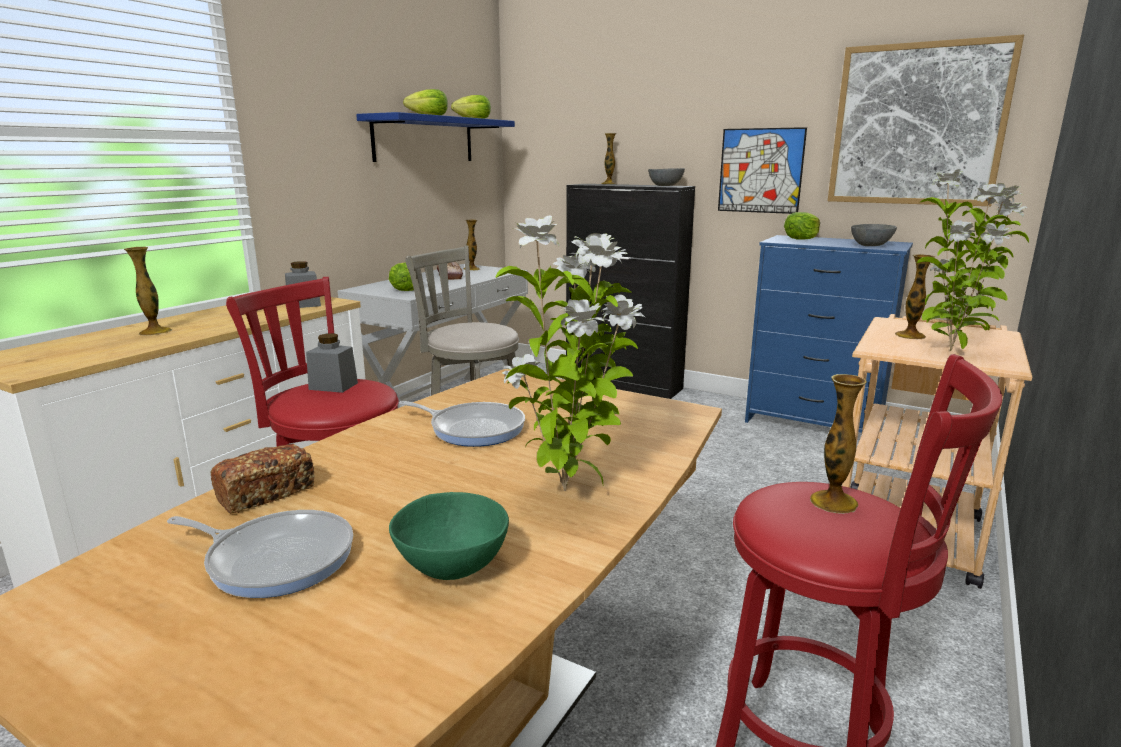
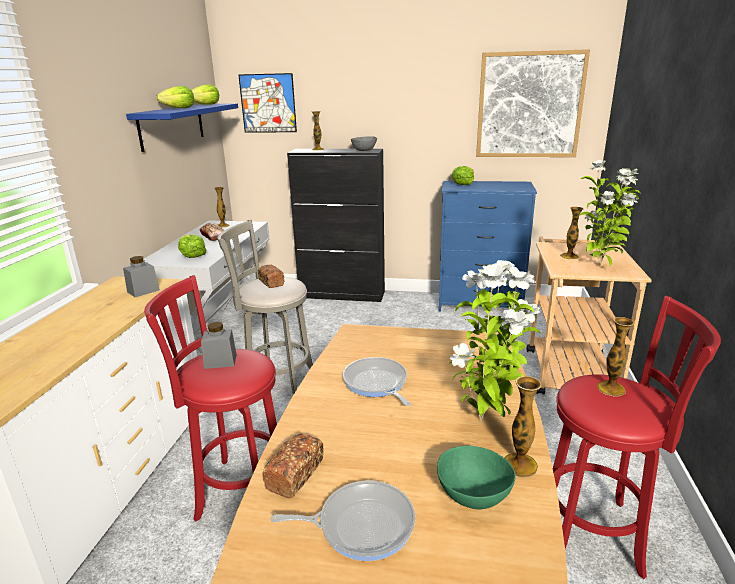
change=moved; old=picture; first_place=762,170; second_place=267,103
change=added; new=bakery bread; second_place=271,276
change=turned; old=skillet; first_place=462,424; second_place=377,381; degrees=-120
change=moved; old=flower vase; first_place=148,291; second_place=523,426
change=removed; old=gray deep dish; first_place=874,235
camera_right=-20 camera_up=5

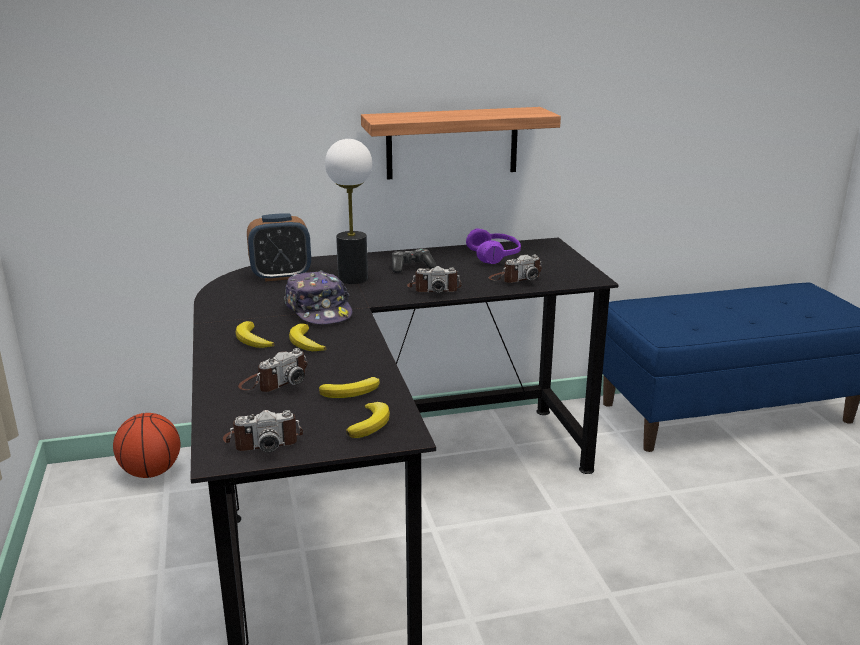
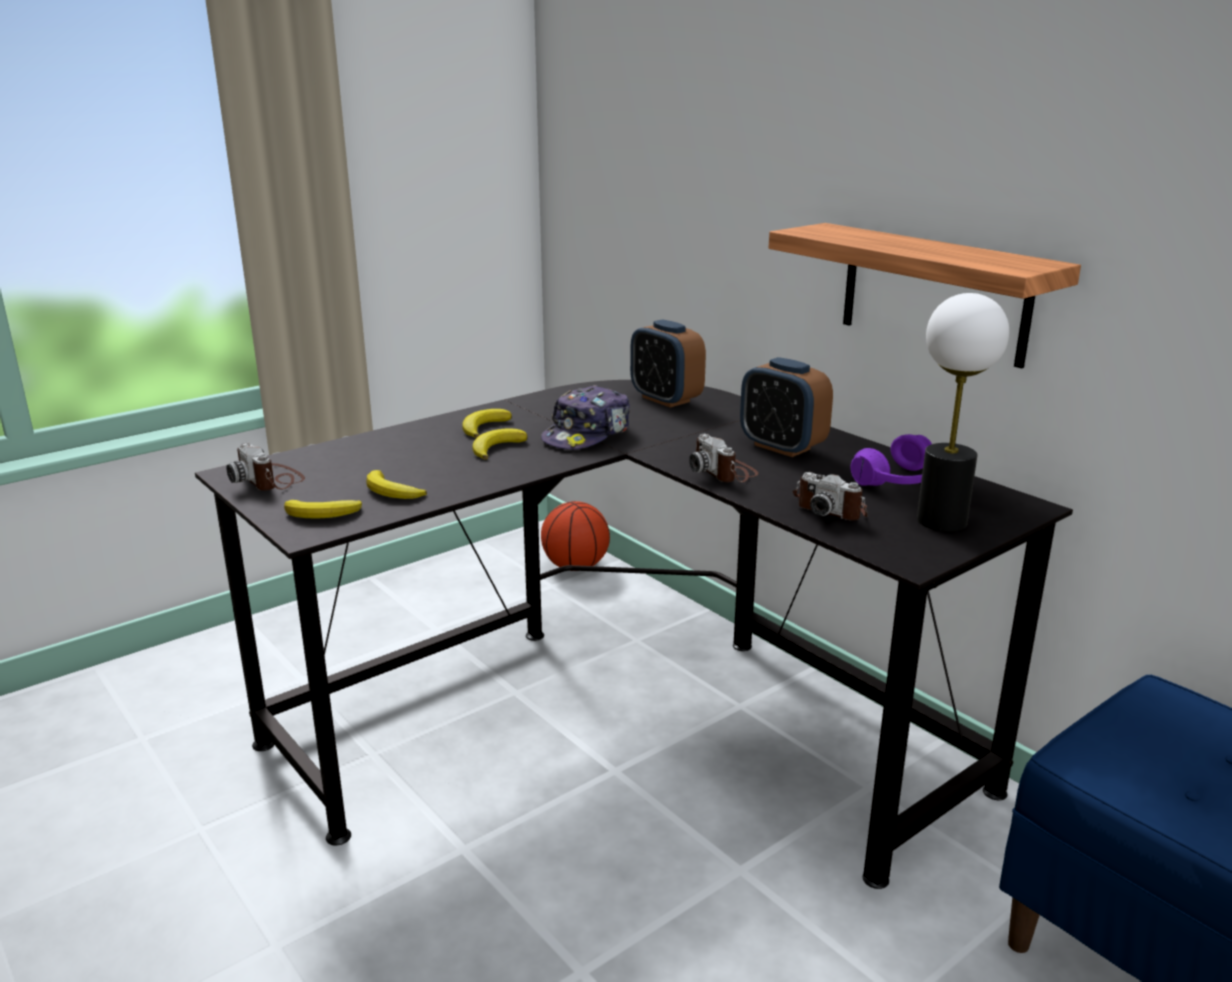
change=replaced; old=joypad; new=table clock; first_place=414,260; second_place=786,407
change=moved; old=tabletop lamp; first_place=348,211; second_place=963,412
change=removed; old=photo camera; first_place=273,370
camera_right=65 camera_up=0

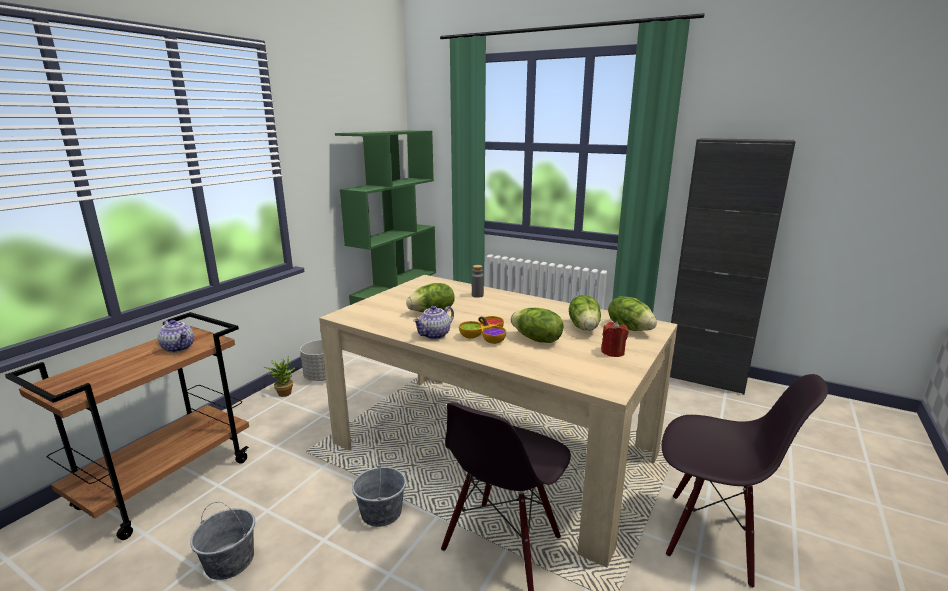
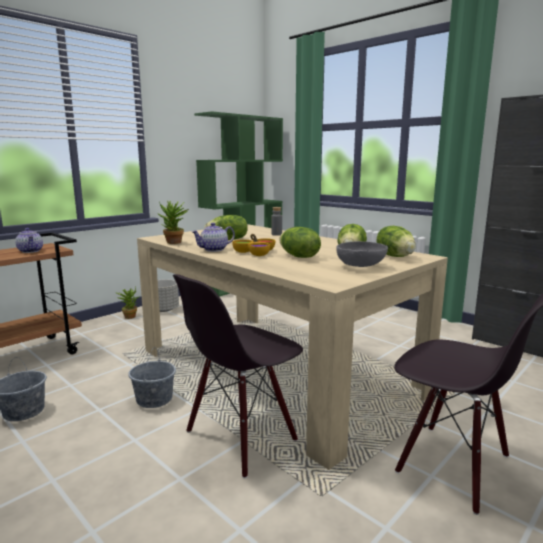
change=added; new=houseplant; second_place=173,222
change=replaced; old=reddish wax candle; new=gray deep dish; first_place=614,339; second_place=362,254
camera_right=15 camera_up=-5

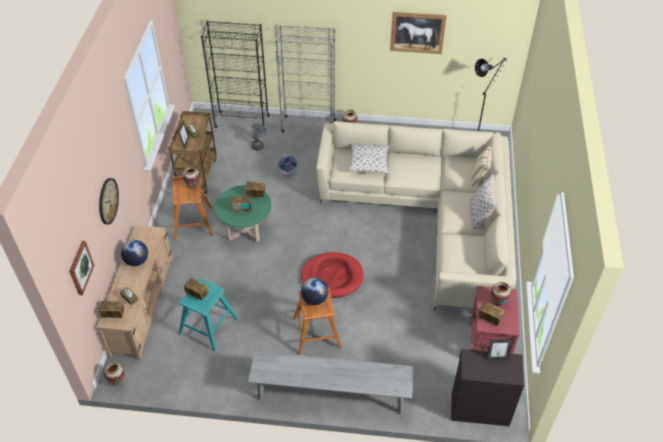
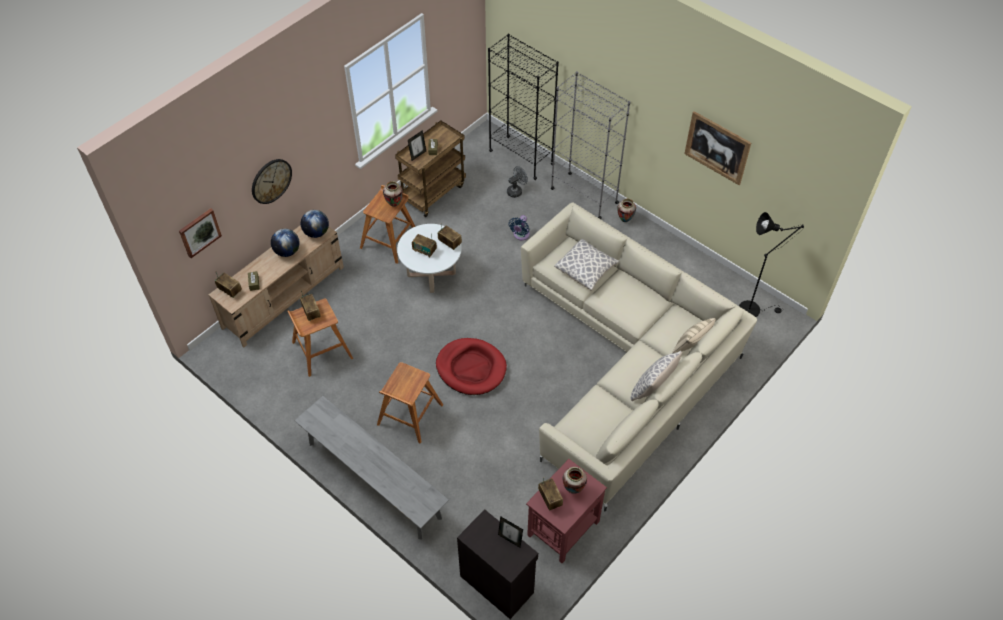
change=recoloured; old=turquoise-coloured stool; new=brown stool; first_place=208,315; second_place=320,338
change=moved; old=globe; first_place=314,291; second_place=315,224
change=recoloured; old=green lounge table; new=white-coloured lounge table; first_place=243,214; second_place=429,258
change=removed; old=flower vase; first_place=114,373
camera_right=35 camera_up=5

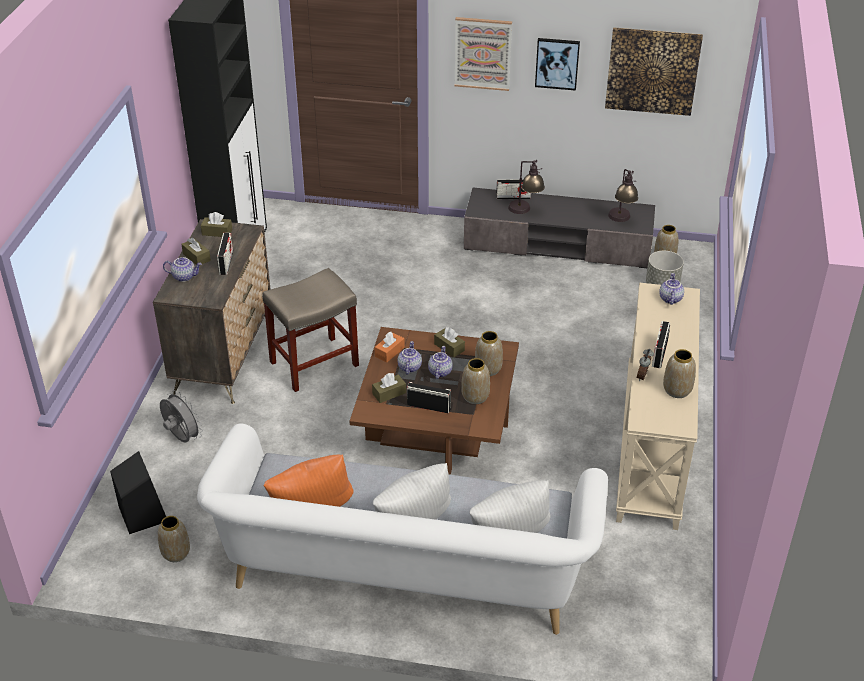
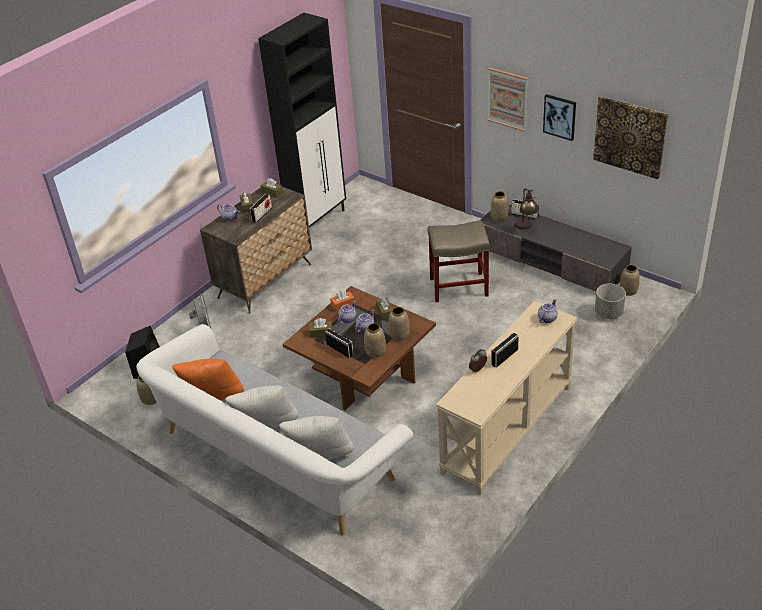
change=moved; old=sand-coloured stool; first_place=310,330; second_place=459,261
change=moved; old=flower vase; first_place=679,373; second_place=499,206
change=removed; old=tabletop lamp; first_place=623,195
camera_right=30 camera_up=0

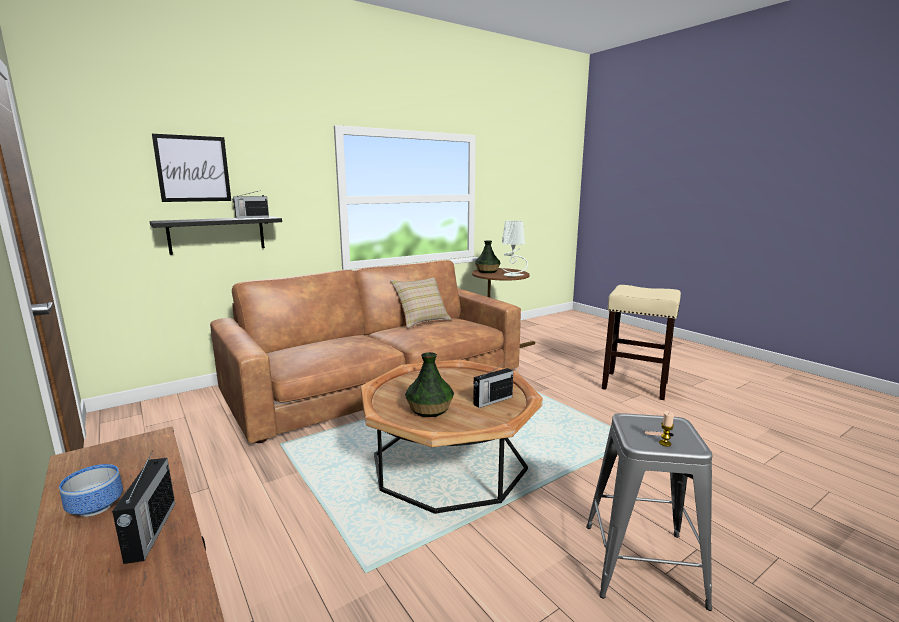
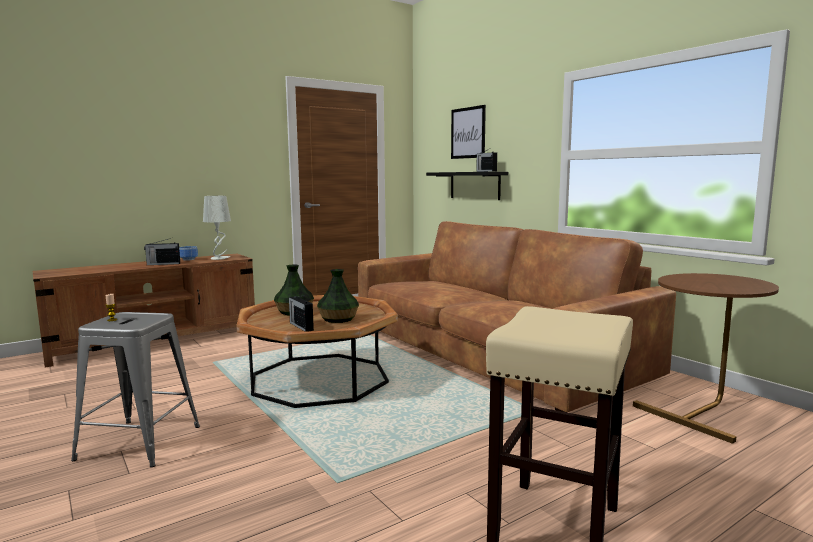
change=moved; old=white-coloured tabletop lamp; first_place=515,249; second_place=217,228
change=moved; old=flower vase; first_place=487,257; second_place=338,296
change=removed; old=sand-coloured cushion; first_place=421,302
camera_right=90 camera_up=-5

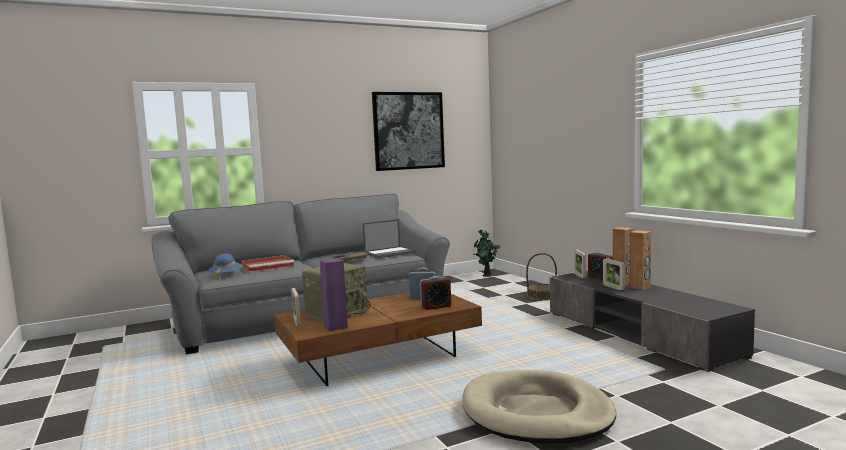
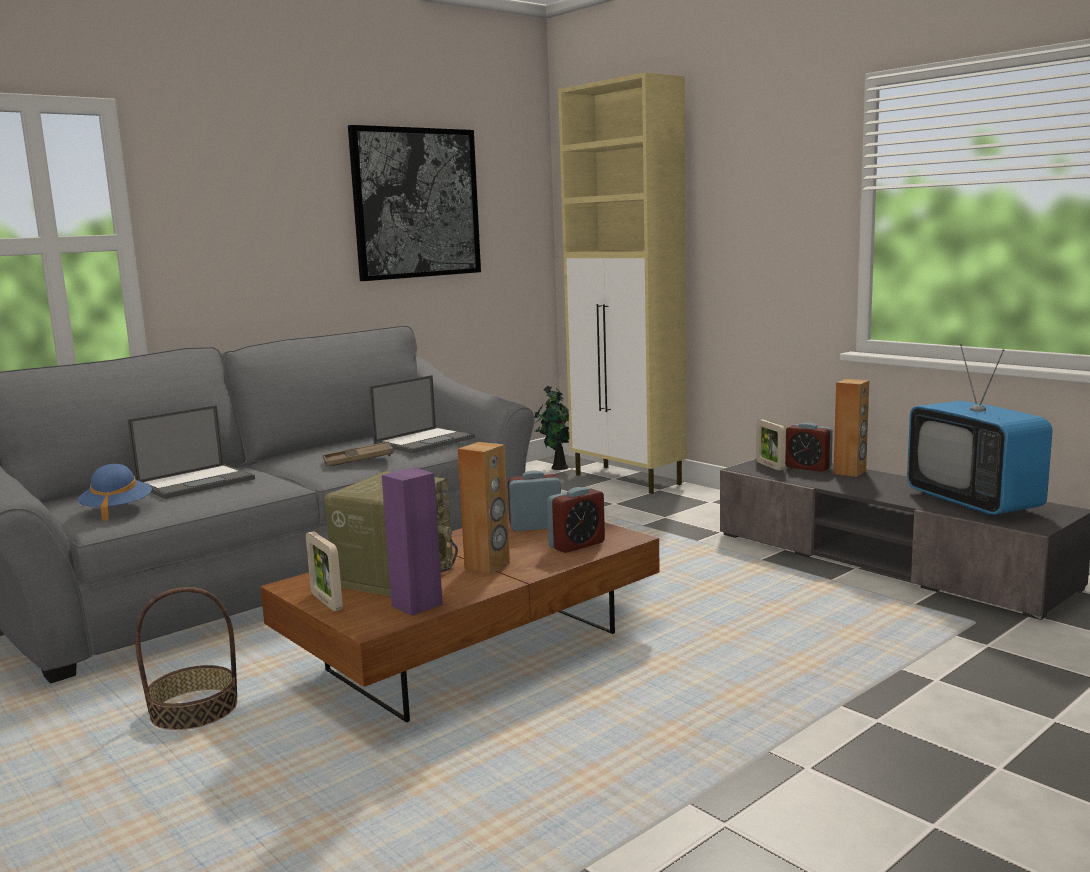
change=replaced; old=reddish tray; new=laptop; first_place=268,263; second_place=191,452
change=moved; old=storage basket; first_place=541,277; second_place=186,658
change=moved; old=brown speaker; first_place=640,260; second_place=484,508
change=added; new=sand-coloured storage cabinet; second_place=622,283
change=added; new=TV set; second_place=980,430
change=removed; old=sand-coloured pet bed; first_place=539,407
change=removed; old=standing frame; first_place=614,274
camera_right=-15 camera_up=5

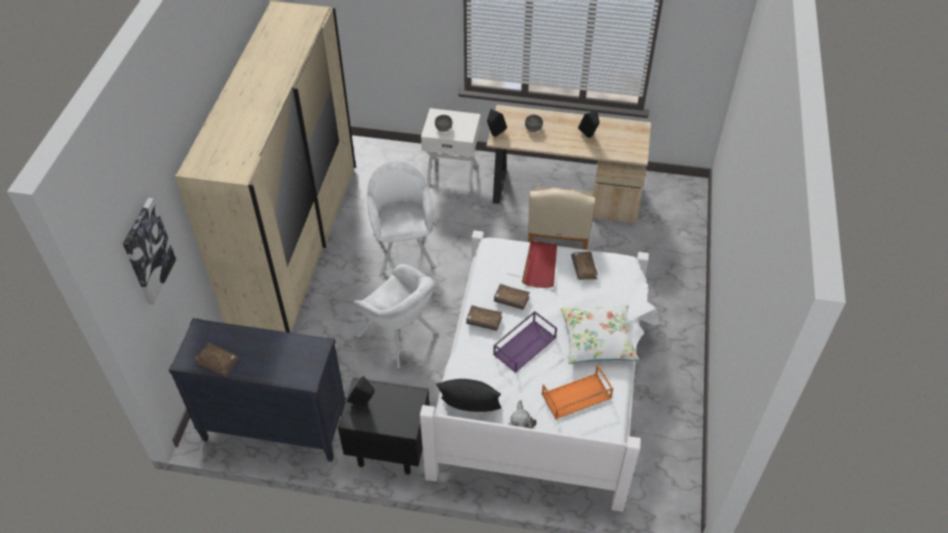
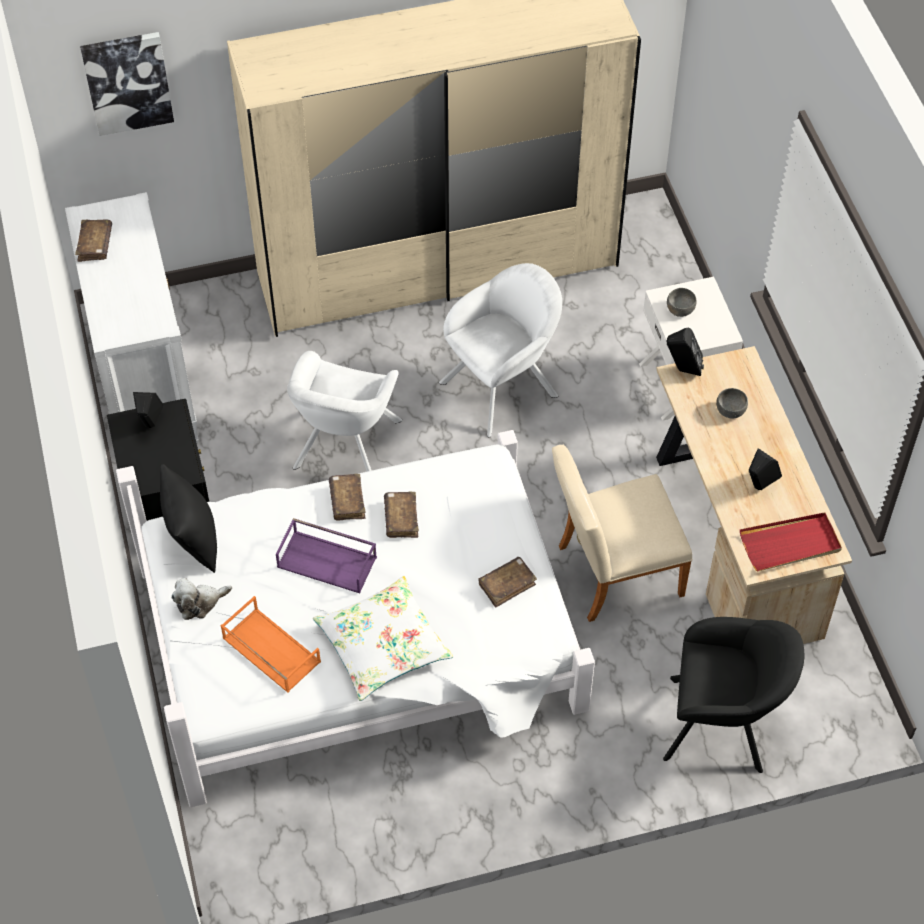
change=recoloured; old=black chest of drawers; new=white-coloured chest of drawers; first_place=257,390; second_place=132,318
change=added; new=black lounge chair; second_place=733,695
change=moved; old=reddish tray; first_place=539,264; second_place=791,542
camera_right=65 camera_up=5

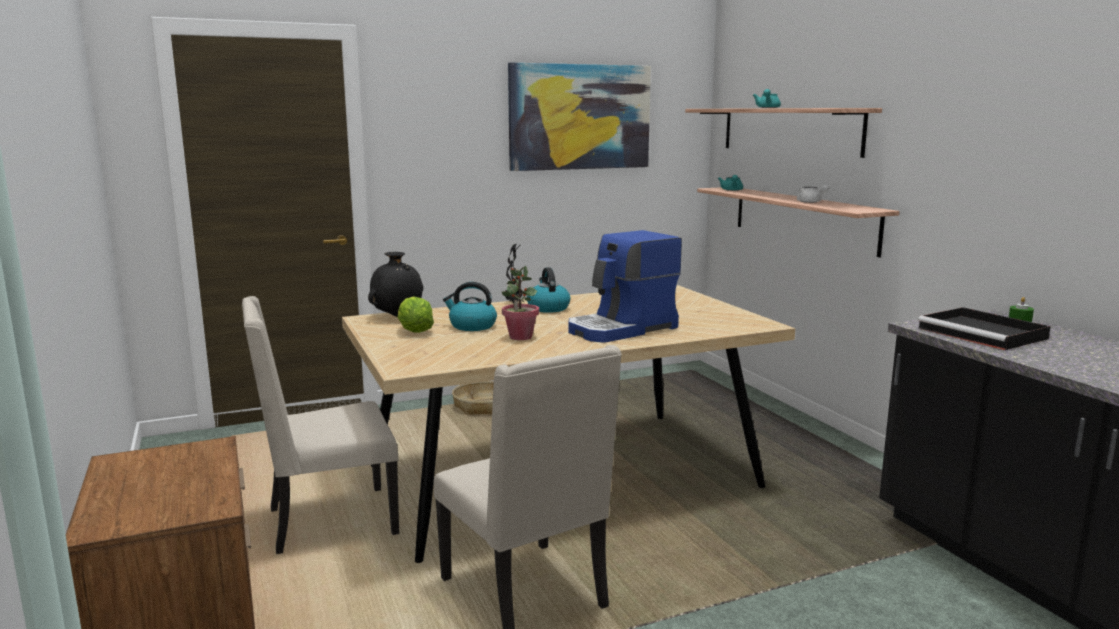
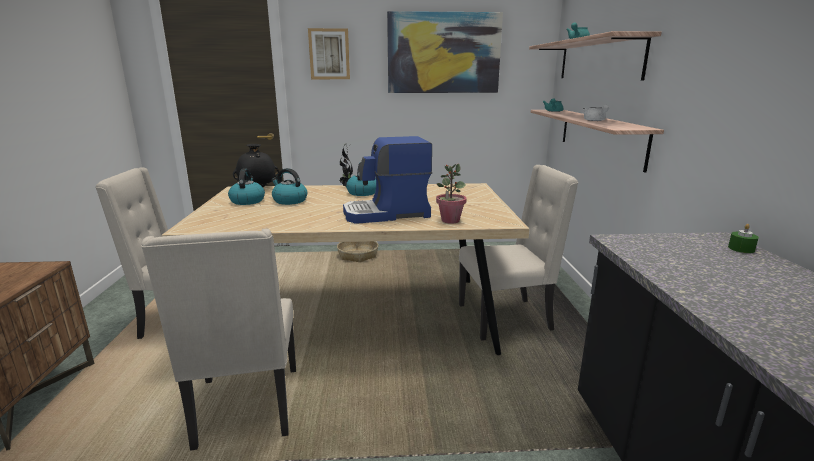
change=replaced; old=lettuce; new=kettle; first_place=416,314; second_place=246,186
change=added; new=picture; second_place=329,53
change=moved; old=houseplant; first_place=520,303; second_place=451,194
change=added; new=sand-coloured plain chair; second_place=519,253
change=removed; old=black tray; first_place=984,328
camera_right=20 camera_up=5

